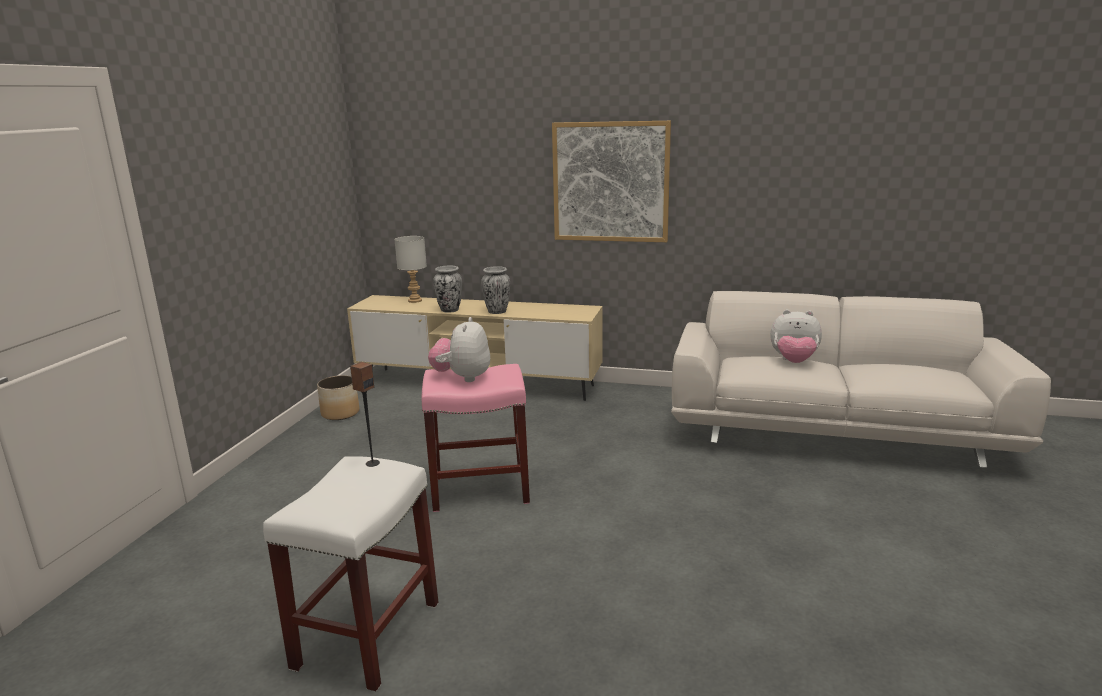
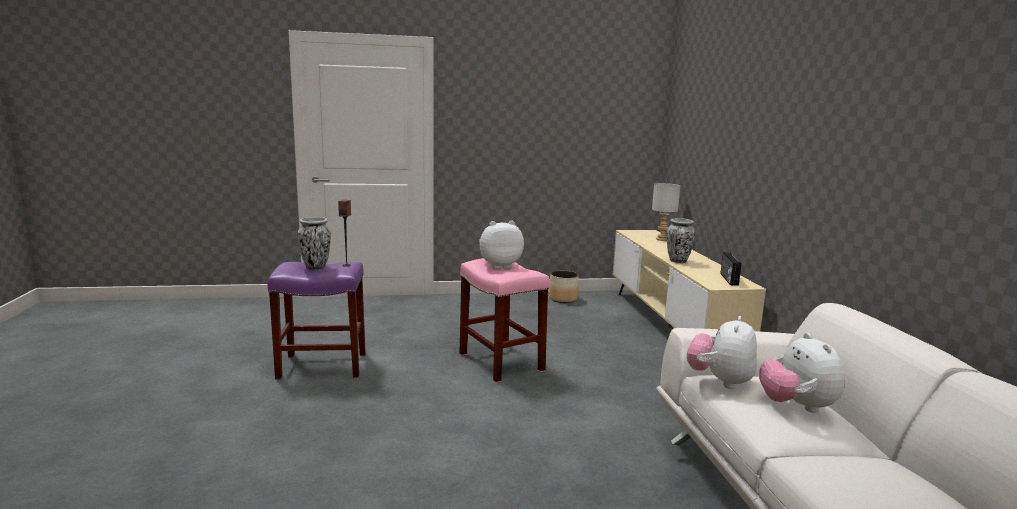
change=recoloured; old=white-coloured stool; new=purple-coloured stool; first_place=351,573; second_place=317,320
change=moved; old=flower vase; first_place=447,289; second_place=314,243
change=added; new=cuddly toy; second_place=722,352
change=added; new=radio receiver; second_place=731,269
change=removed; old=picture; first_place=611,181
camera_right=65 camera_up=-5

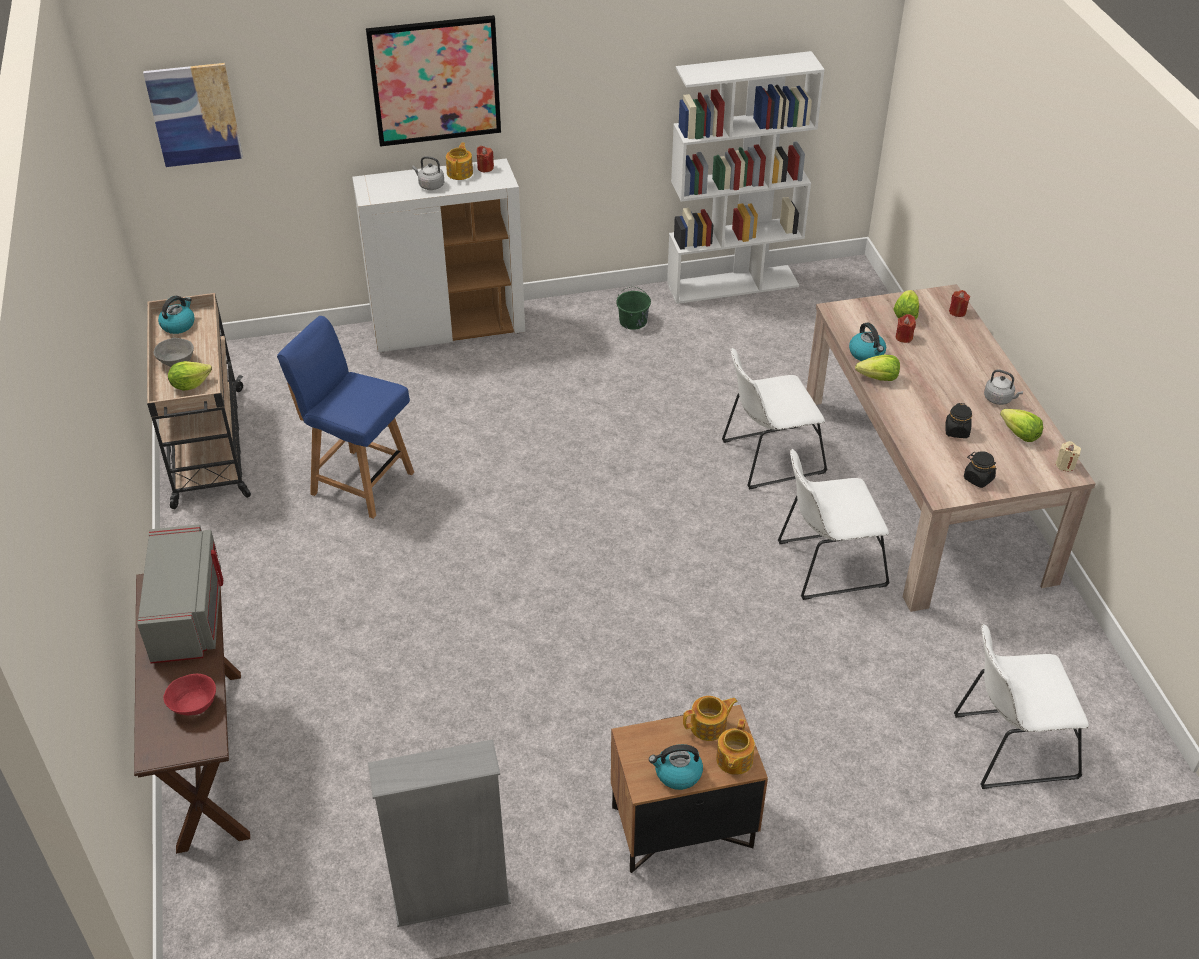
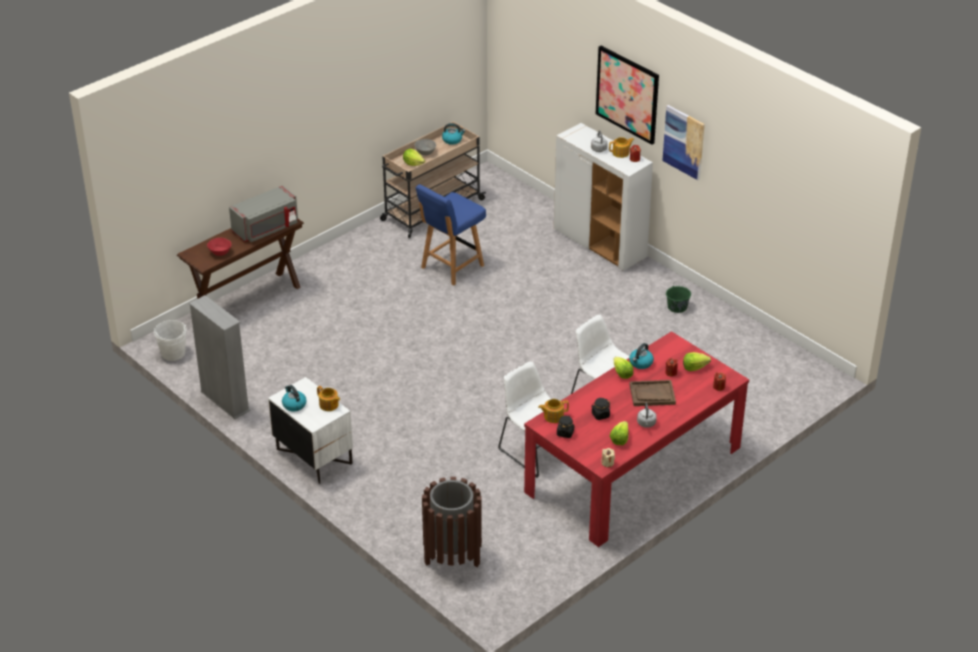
change=added; new=white-coloured water bucket; second_place=170,340
change=recoloured; old=brown night table; new=white-coloured night table; first_place=689,789; second_place=310,430
change=turned; old=blue plain chair; first_place=345,417; second_place=451,235; degrees=-135
change=replaced; old=white-coloured plain chair; new=brown trash can; first_place=1021,706; second_place=452,522
change=recoloured; old=sand-coloured dinner table; new=reddish dinner table; first_place=951,448; second_place=636,439
change=moved; old=teapot; first_place=735,747; second_place=553,411
change=added; new=brown tray; second_place=653,393
change=moved; old=picture; first_place=193,115; second_place=683,142
change=removed; old=white-coloured bookcase; first_place=746,177
camera_right=60 camera_up=-5

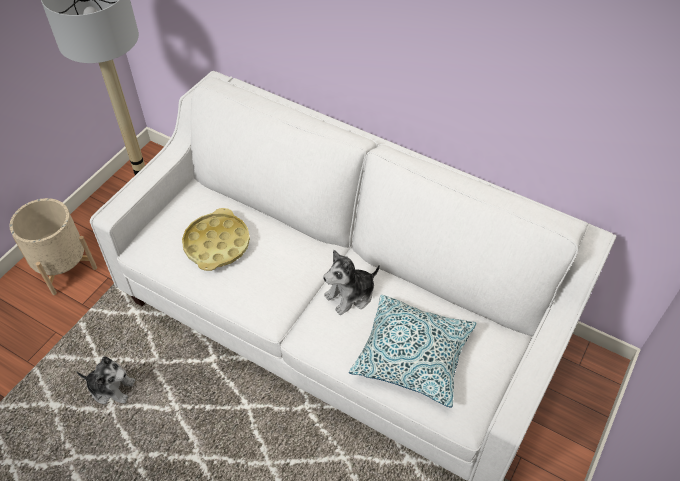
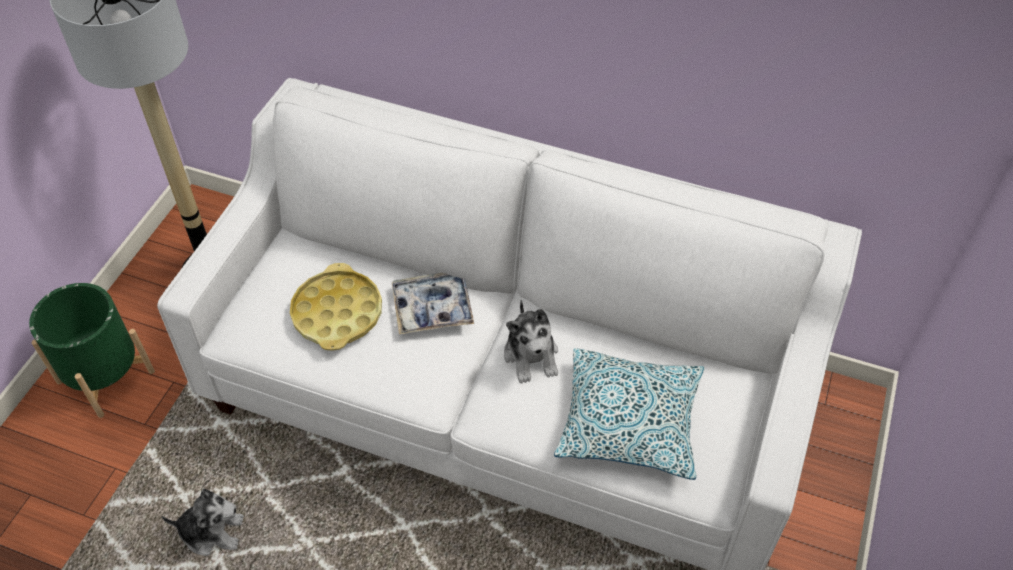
change=recoloured; old=sand-coloured flower pot; new=green flower pot; first_place=53,246; second_place=92,350
change=added; new=tray; second_place=433,304
change=turned; old=cuddly toy; first_place=351,282; second_place=531,342; degrees=-60
camera_right=-10 camera_up=0

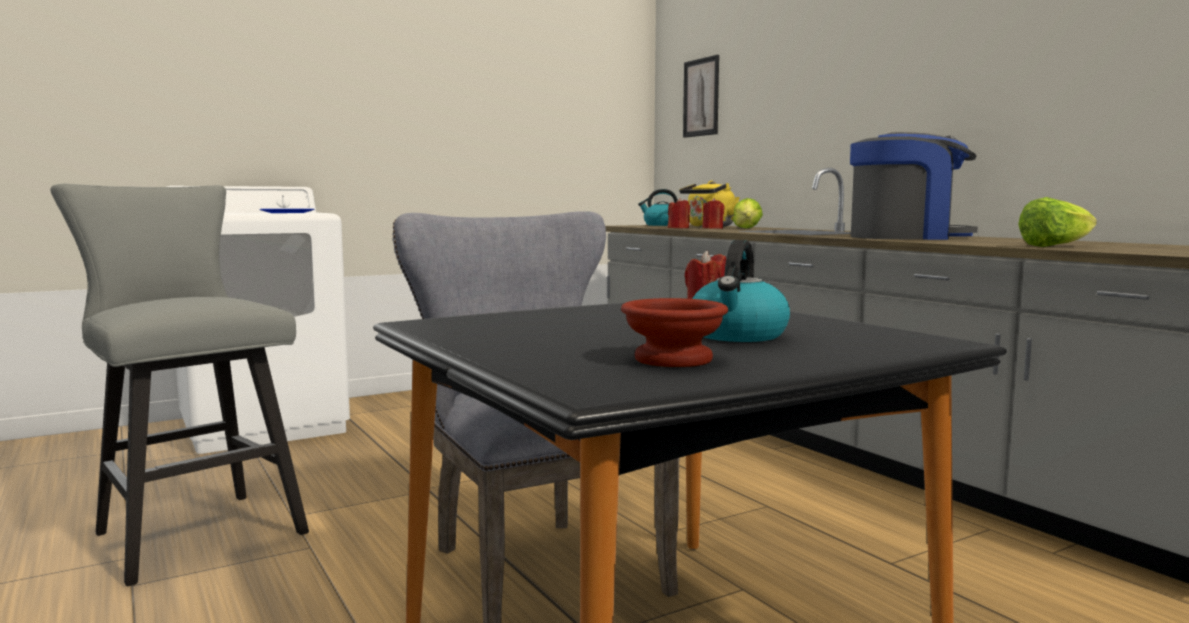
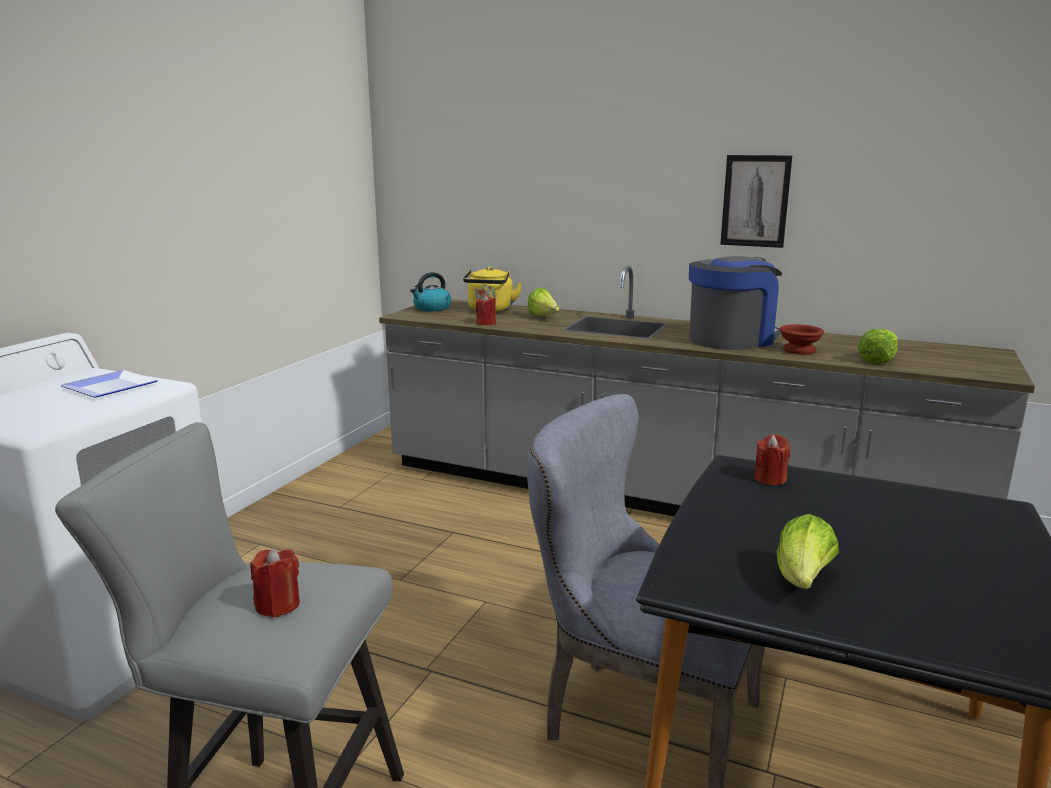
change=moved; old=reddish wax candle; first_place=713,213; second_place=275,583
change=moved; old=picture; first_place=701,96; second_place=756,201
change=added; new=lettuce; second_place=808,551
change=moved; old=brown deep dish; first_place=674,332; second_place=801,339
change=removed; old=kettle; first_place=741,291
camera_right=-35 camera_up=10

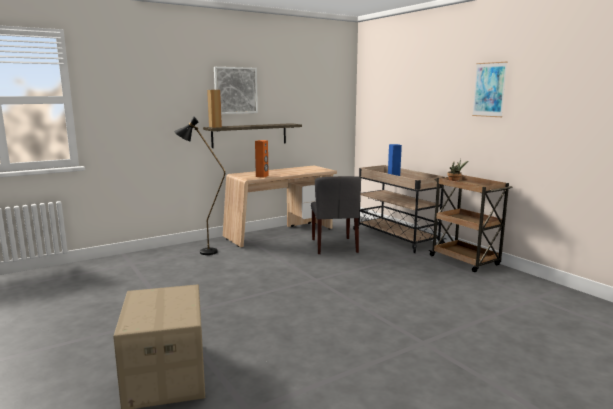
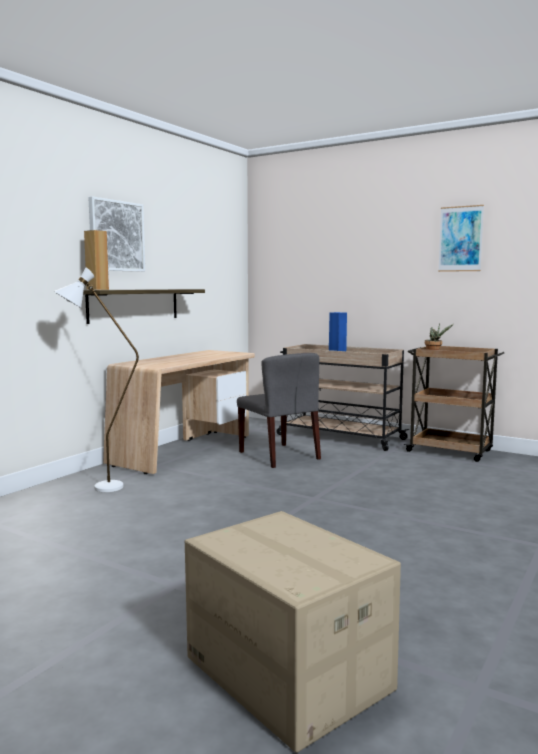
change=recoloured; old=black standard lamp; new=white-coloured standard lamp; first_place=199,185; second_place=96,380
change=removed; old=orange-coloured speaker; first_place=262,159
camera_right=-25 camera_up=-5

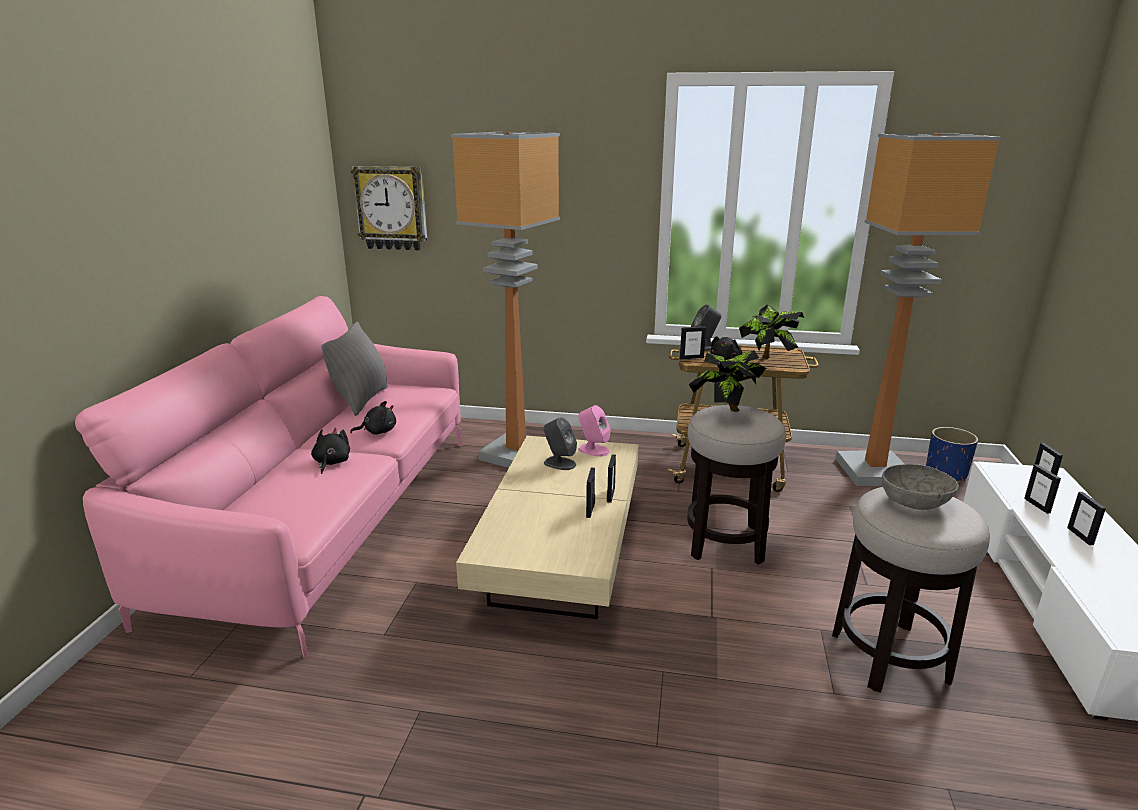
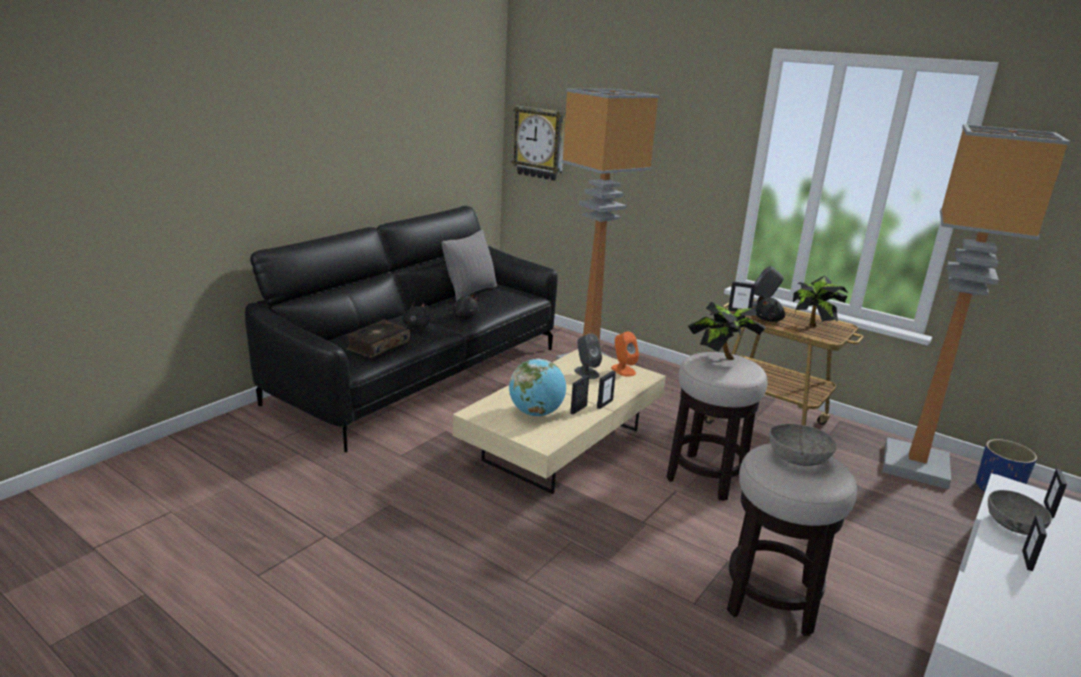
change=recoloured; old=pinkish sofa; new=black sofa; first_place=268,477; second_place=401,329
change=added; new=book; second_place=378,338
change=added; new=globe; second_place=537,387
change=recoloured; old=pinkish speaker; new=orange-coloured speaker; first_place=594,431; second_place=625,354
change=replaced; old=standing frame; new=gray deep dish; first_place=1042,489; second_place=1020,512
camera_right=25 camera_up=0

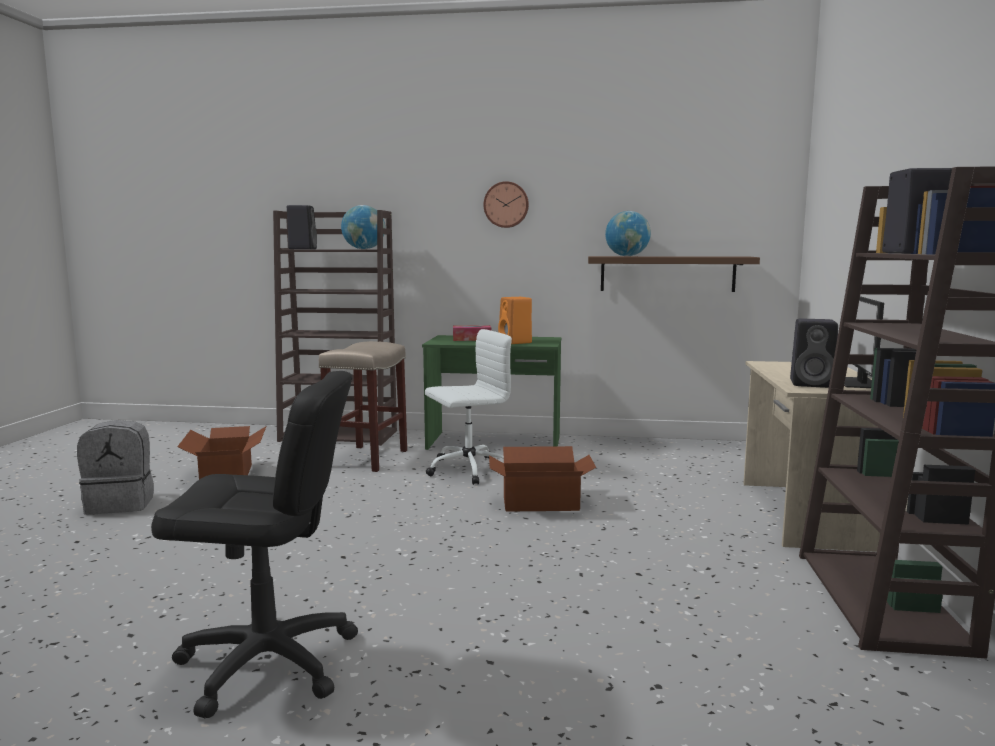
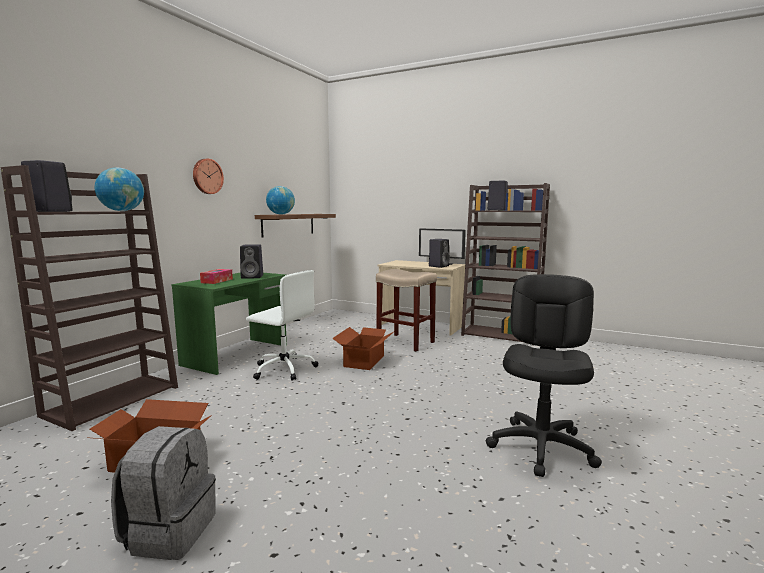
change=recoloured; old=orange-coloured speaker; new=black speaker; first_place=515,320; second_place=251,261
change=turned; old=white-coloured office chair; first_place=468,407; second_place=282,325; degrees=120
change=moved; old=sand-coloured stool; first_place=363,406; second_place=406,310
camera_right=-70 camera_up=0

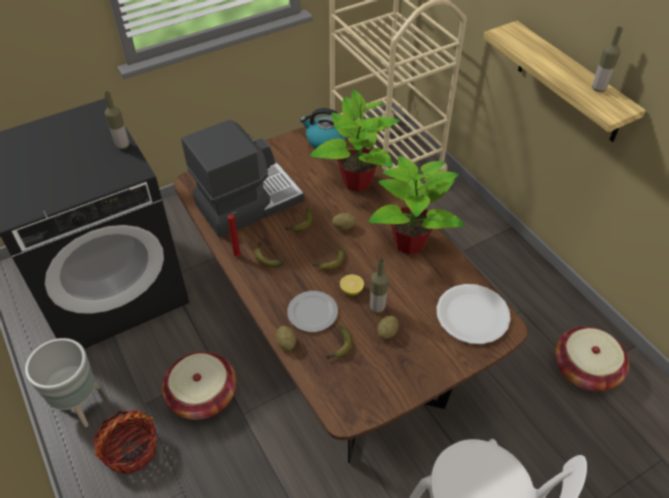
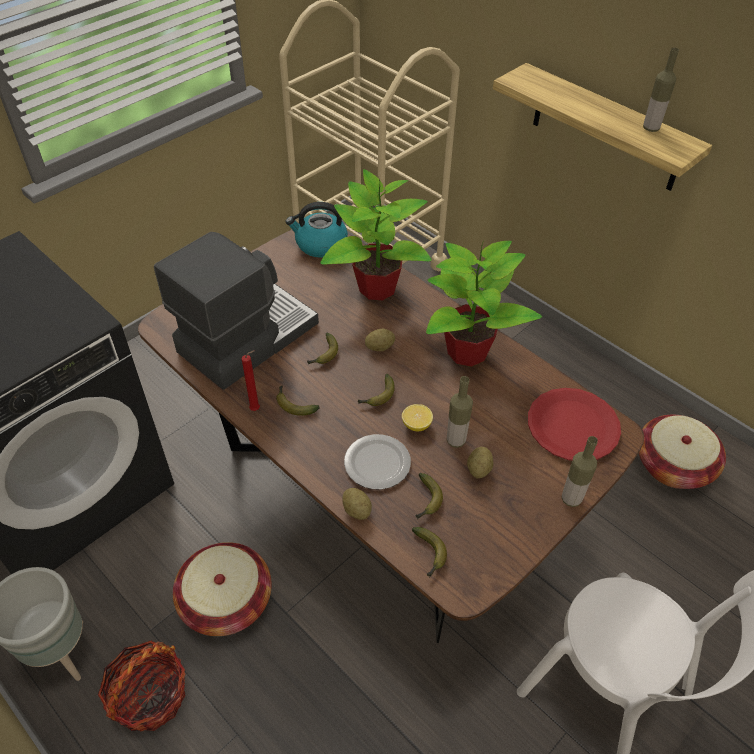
change=added; new=whole banana; second_place=429,552
change=recoloured; old=white-coloured plate; new=reddish plate; first_place=474,314; second_place=574,424
change=moved; old=beverage bottle; first_place=116,120; second_place=580,471
camera_right=-15 camera_up=0

